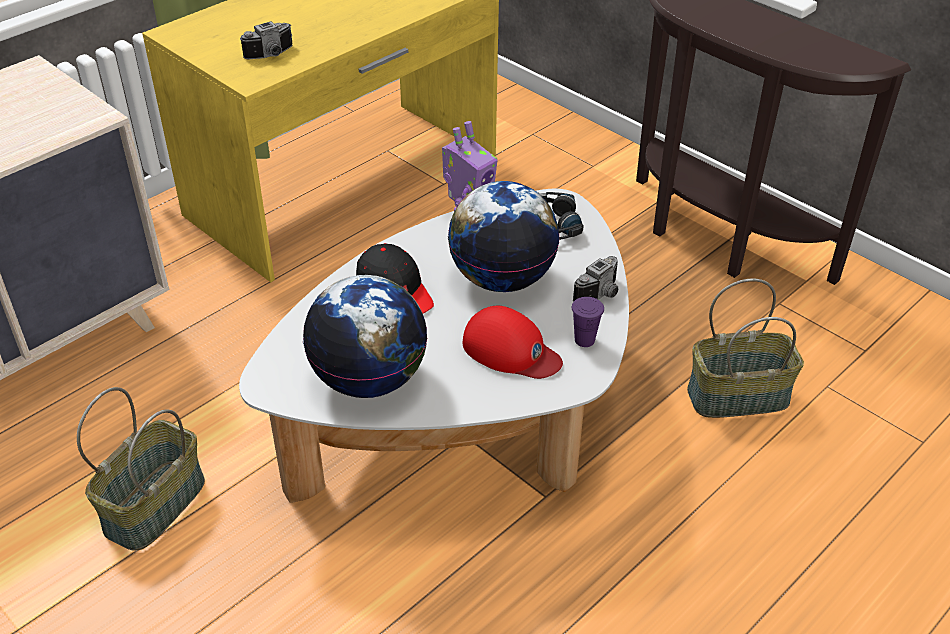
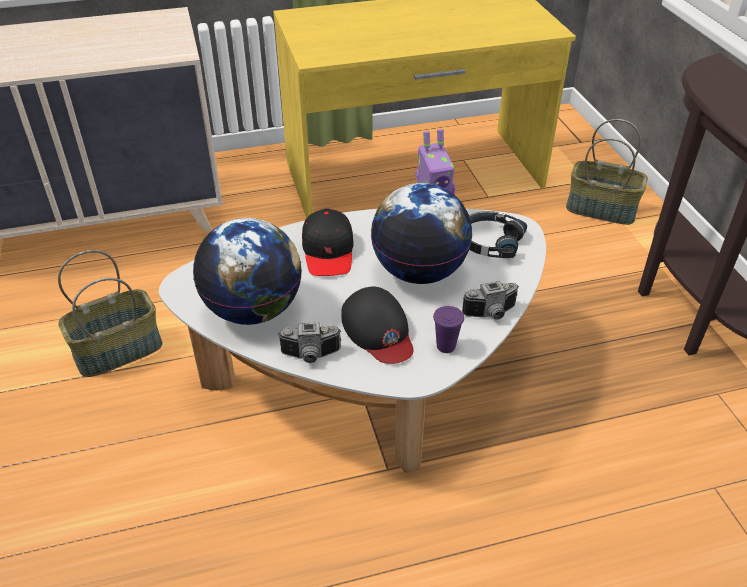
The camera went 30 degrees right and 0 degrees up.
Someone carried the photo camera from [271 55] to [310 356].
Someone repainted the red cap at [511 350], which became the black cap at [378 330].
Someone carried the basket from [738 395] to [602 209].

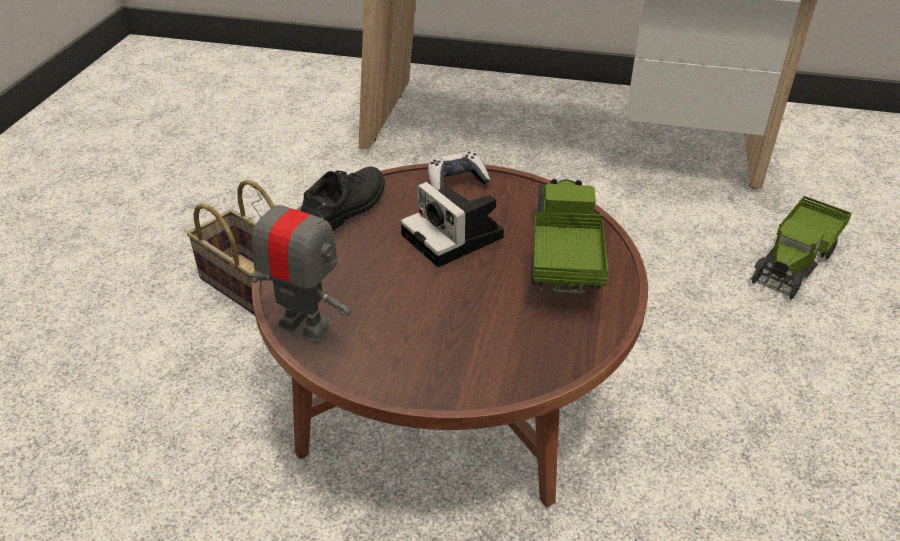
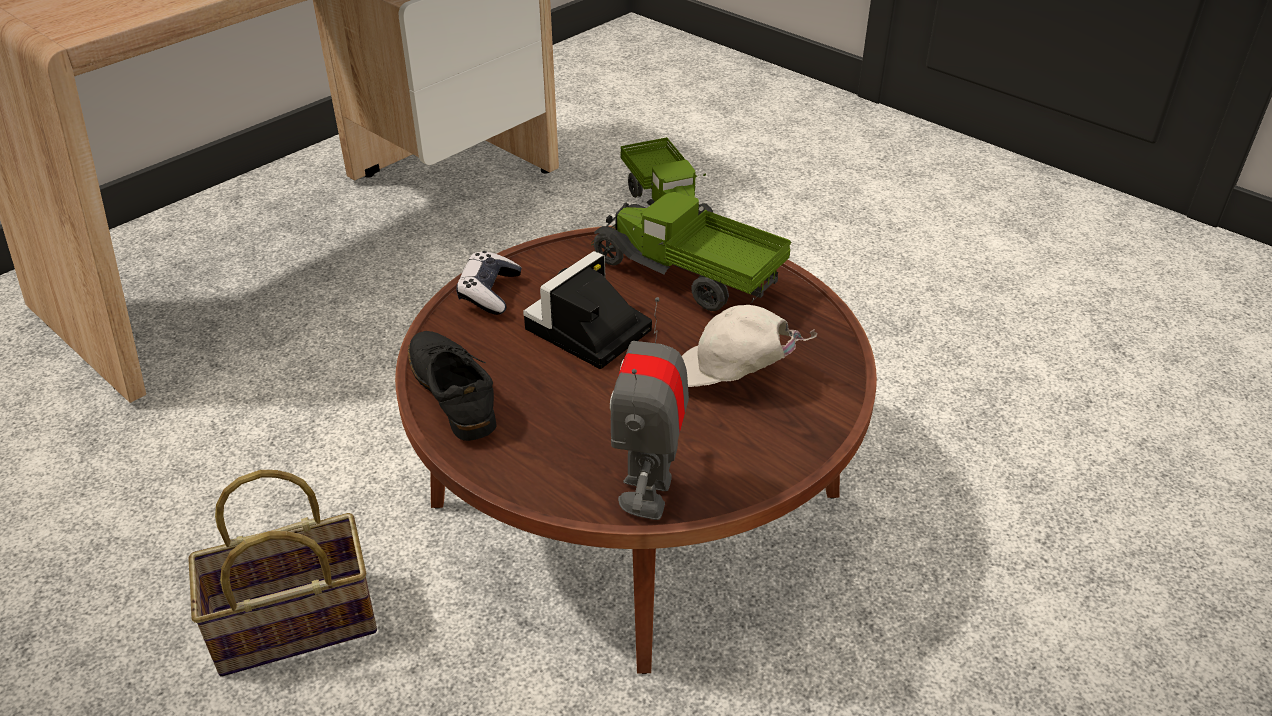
The camera went 60 degrees left and 0 degrees up.
Someone rotated the toy robot at [305 325] by 45 degrees counterclockwise.
Someone rotated the photo camera at [455 237] by 135 degrees clockwise.
Someone put down the white cap at [732 378].

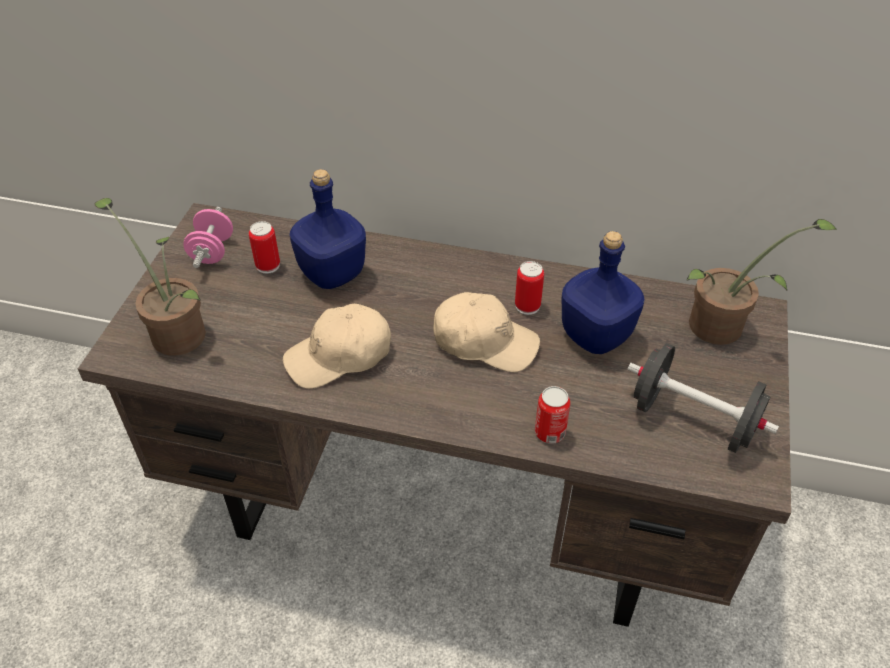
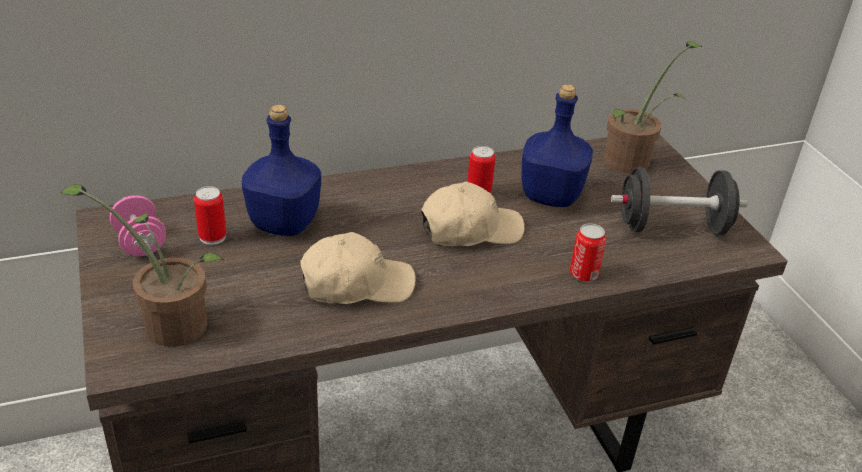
The camera went 35 degrees left and 10 degrees down.
Someone rotated the beige cap at [339 356] by 135 degrees counterclockwise.

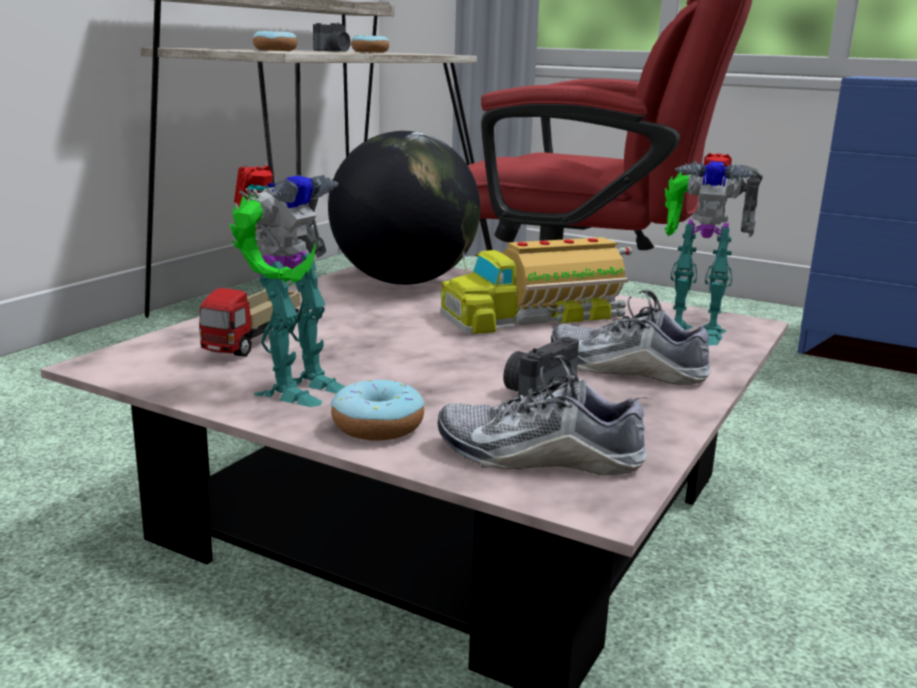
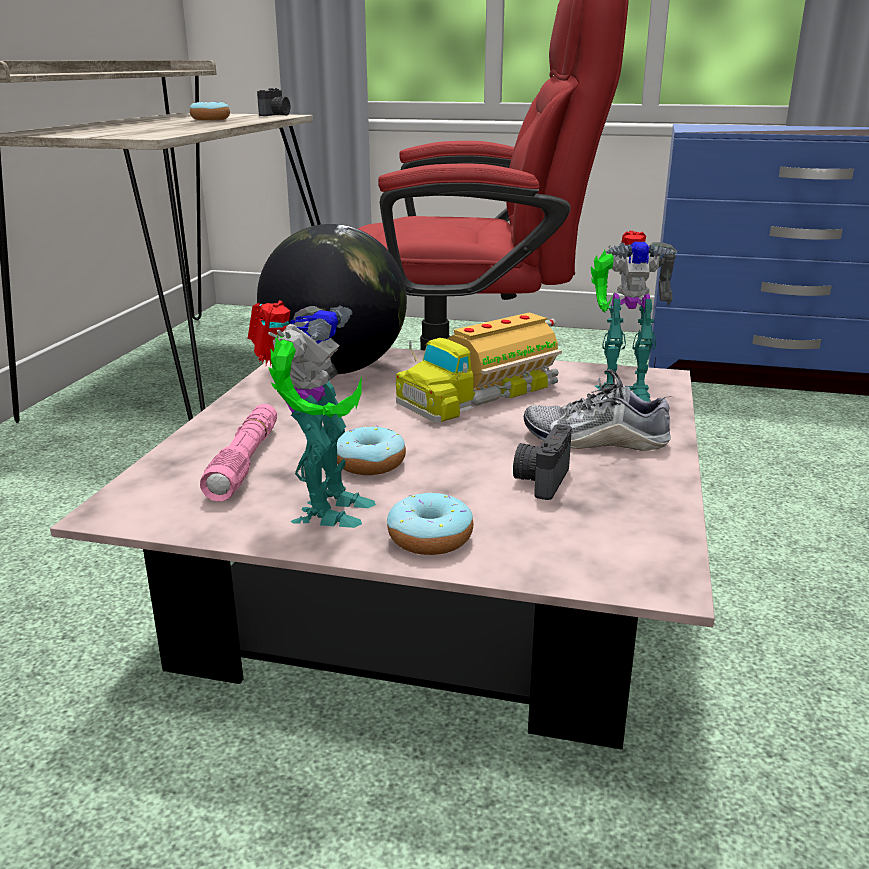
The camera went 15 degrees left and 5 degrees up.
Someone swapped the toy truck at [253 342] for the pink flashlight at [245 462].
Someone carried the donut from [275 50] to [370 463].
Someone carried the photo camera from [334 51] to [276 115].
Someone took away the shoe at [538 456].

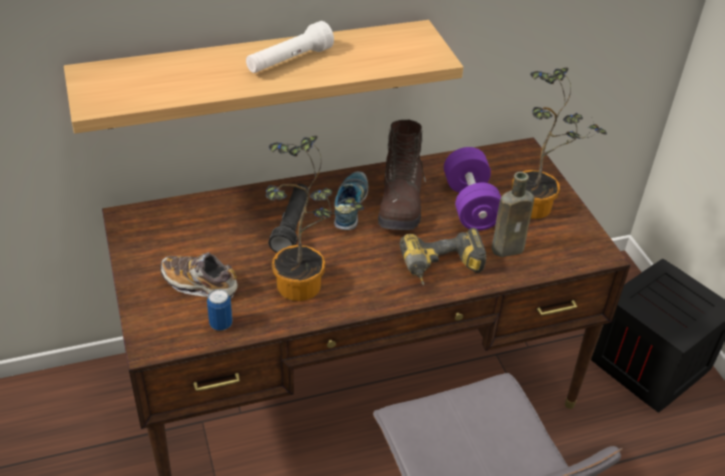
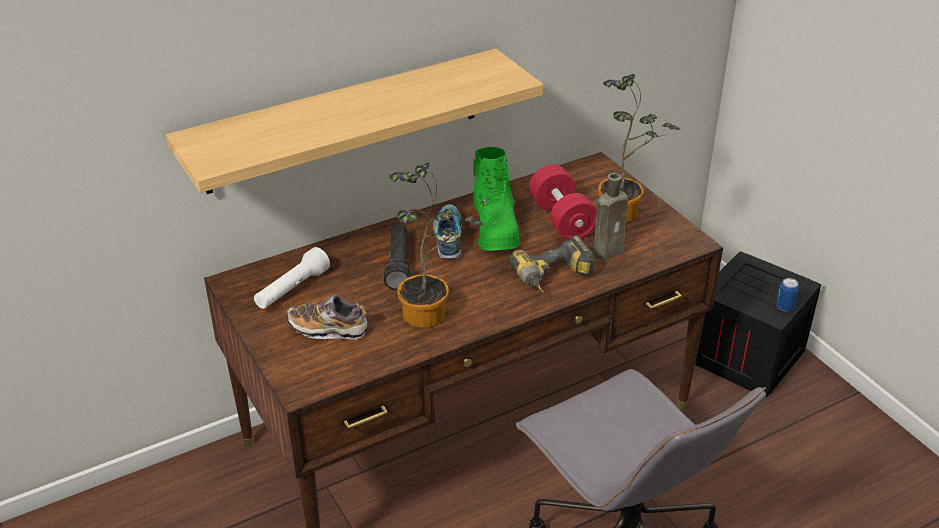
The camera went 10 degrees left and 5 degrees down.
Someone carried the can from [221 324] to [784 307].
Someone carried the white flashlight from [289 61] to [292 289].
Someone repainted the brown boot at [400 203], which became the green boot at [495 228].
Someone repainted the purple dumbbell at [470 205], which became the red dumbbell at [561 219].

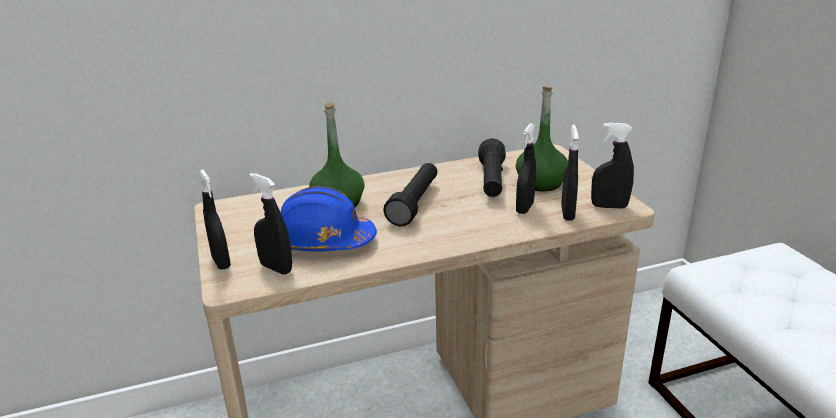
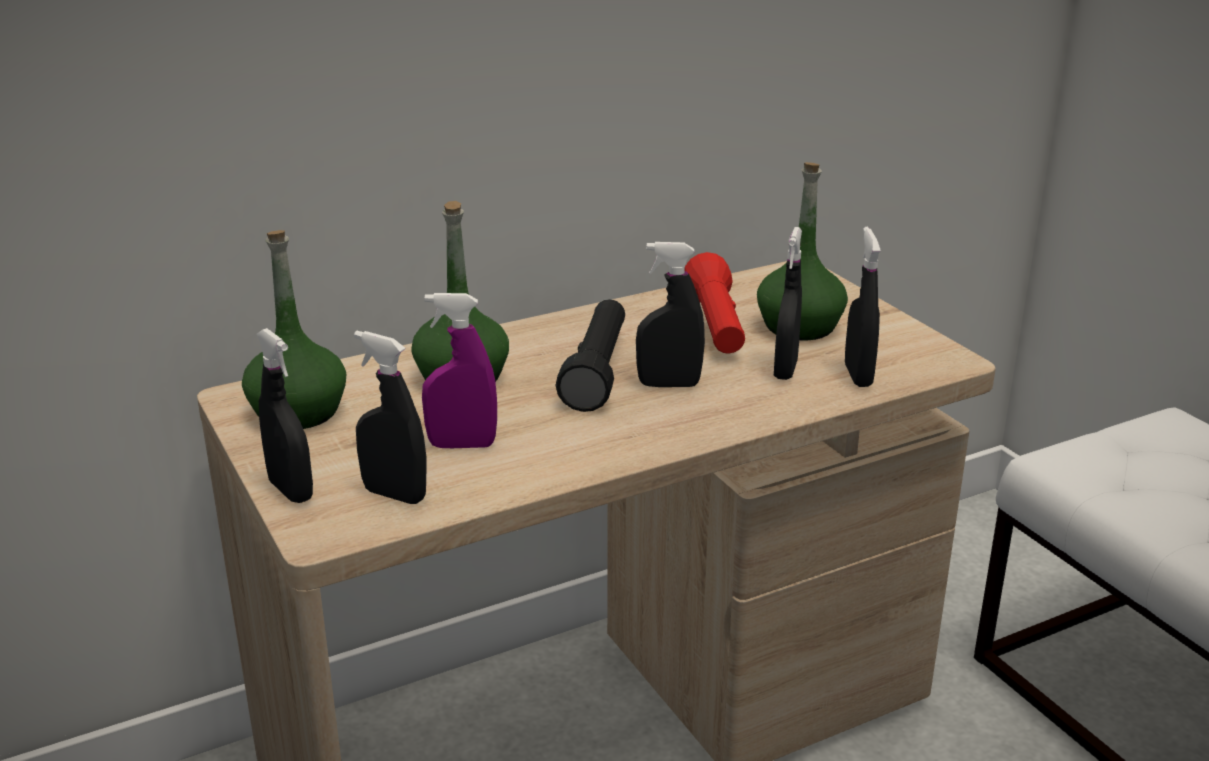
The camera went 10 degrees left and 0 degrees up.
Someone swapped the blue hard hat at [324 241] for the purple spray bottle at [462 445].
Someone repainted the black flashlight at [492 181], which became the red flashlight at [716 327].
Someone carried the black spray bottle from [609 206] to [669 384].
Someone put down the green bottle at [298 412].

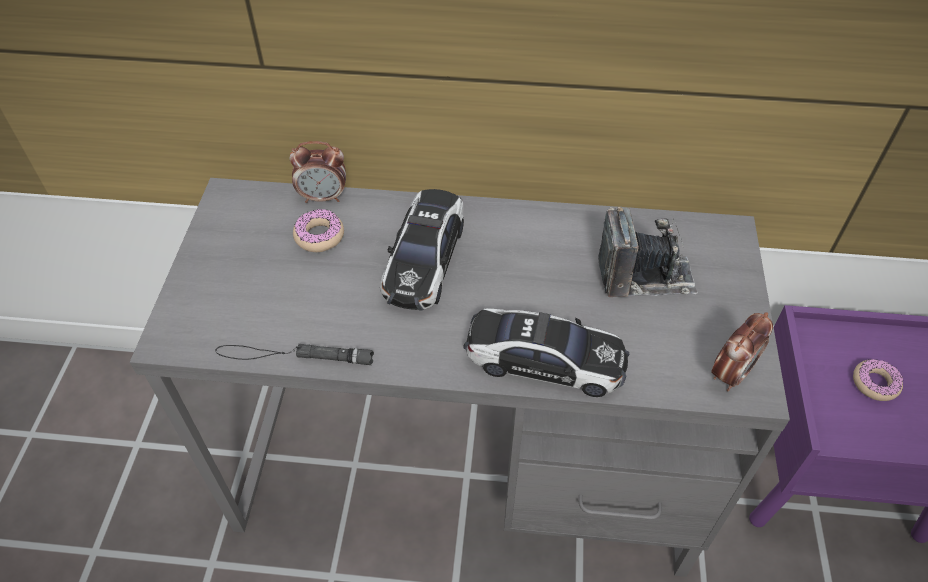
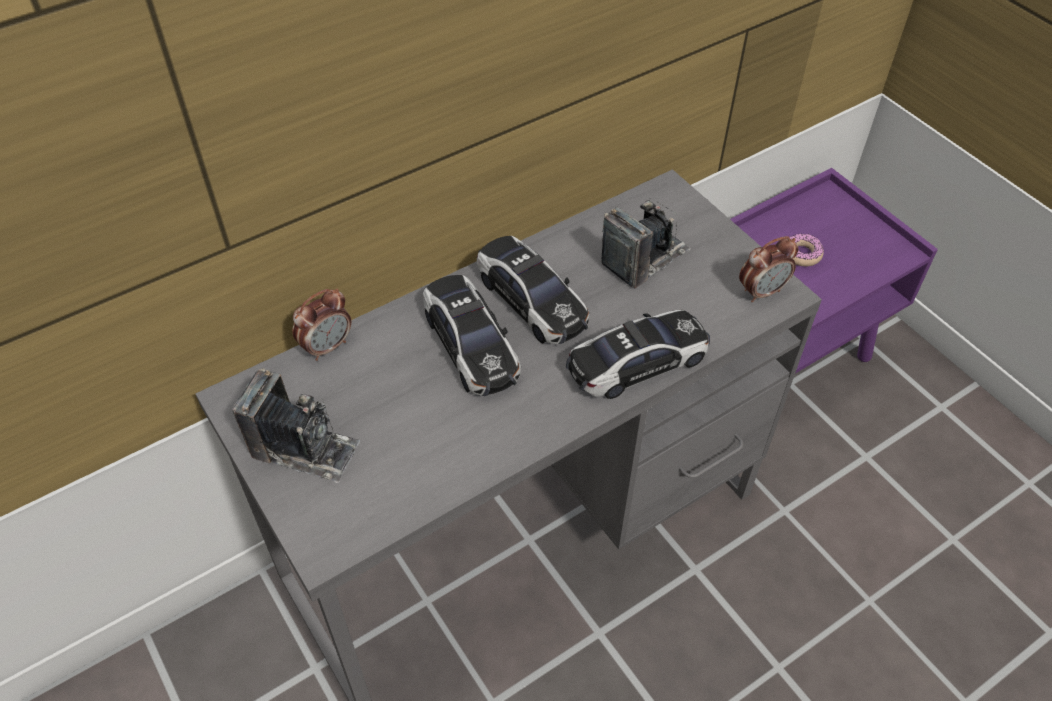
The camera went 40 degrees left and 0 degrees up.
Someone took away the black flashlight at [294 356].
Someone took away the donut at [319 236].
Someone rotated the alarm clock at [731 373] by 60 degrees clockwise.
Someone put down the photo camera at [304 448].
Someone put down the toy car at [531 300].

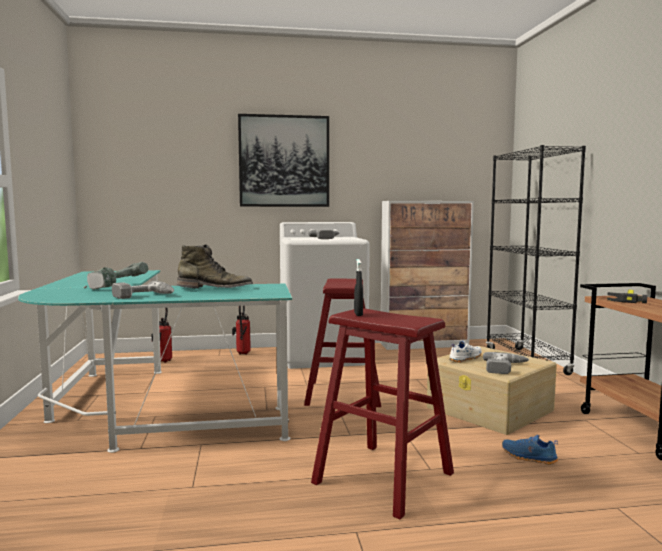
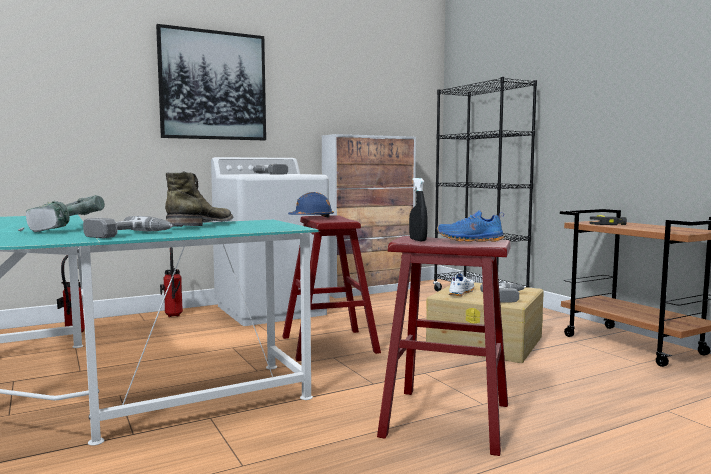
The camera went 20 degrees left and 0 degrees up.
Someone rotated the green boot at [215 288] by 45 degrees counterclockwise.
Someone carried the blue shoe from [528 458] to [470 240].
Someone put down the blue hard hat at [312 218].

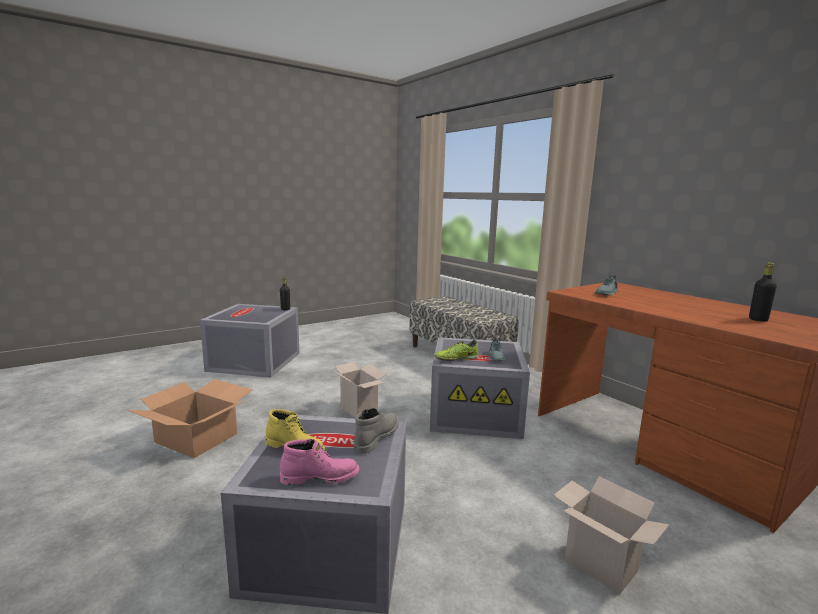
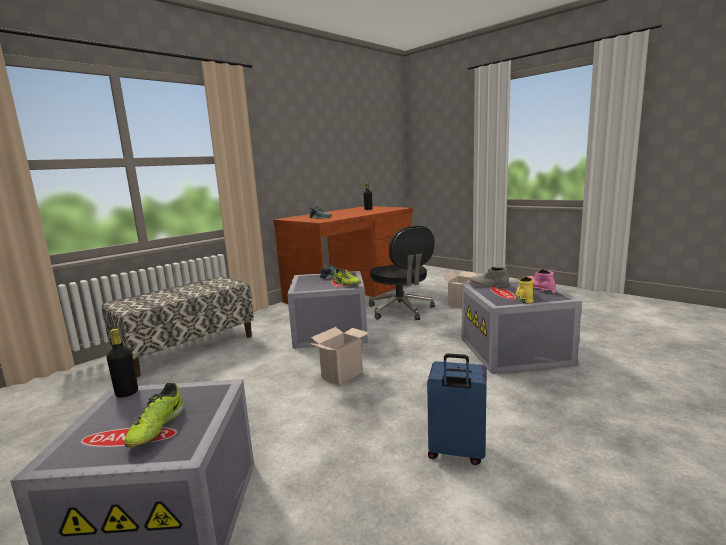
The camera went 100 degrees left and 0 degrees up.
Someone swapped the cardboard box at [197 437] for the blue suitcase at [456 452].
Someone put down the shoe at [156 428].
Someone put down the black office chair at [401 310].

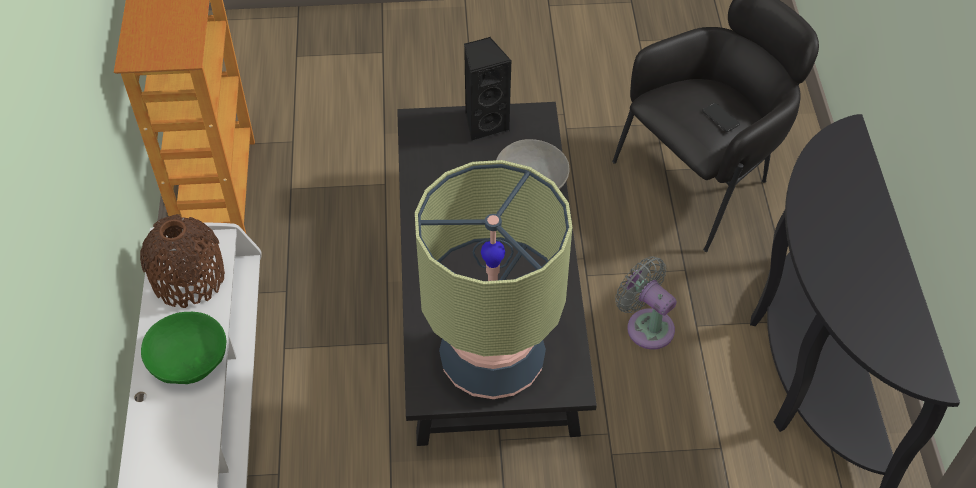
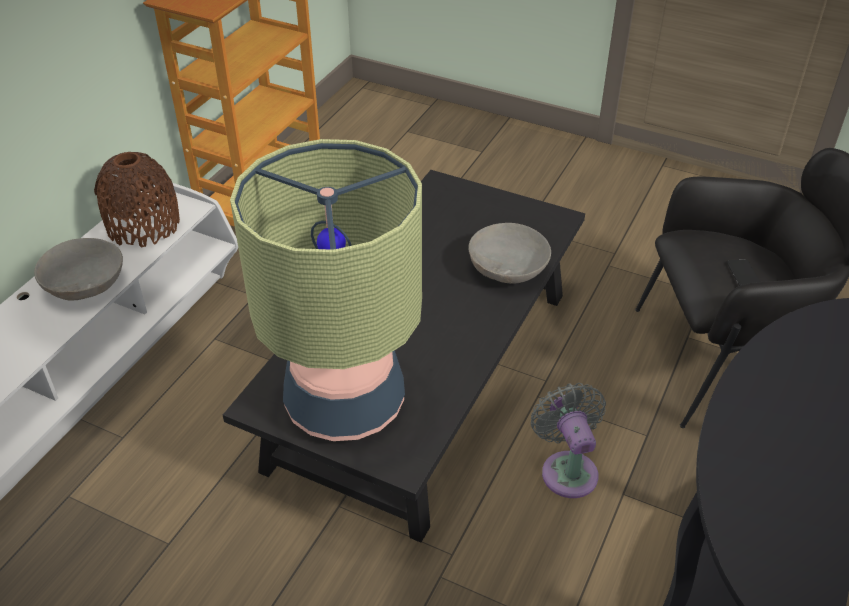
The camera went 30 degrees right and 10 degrees down.
Someone repainted the green bowl at [189 359], which became the grey bowl at [85 284].
Someone took away the black speaker at [485 124].

